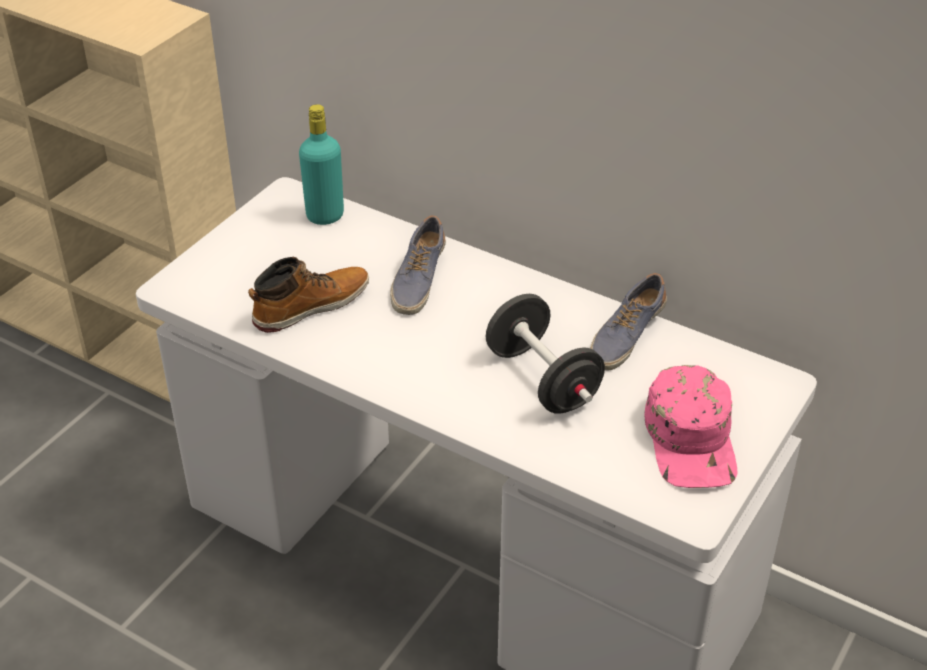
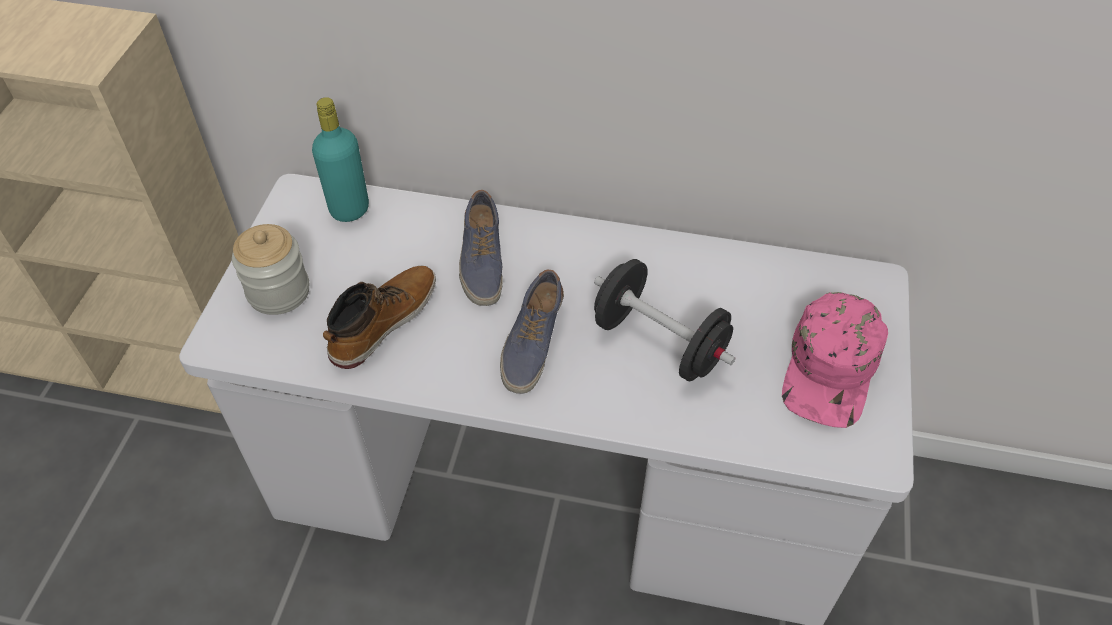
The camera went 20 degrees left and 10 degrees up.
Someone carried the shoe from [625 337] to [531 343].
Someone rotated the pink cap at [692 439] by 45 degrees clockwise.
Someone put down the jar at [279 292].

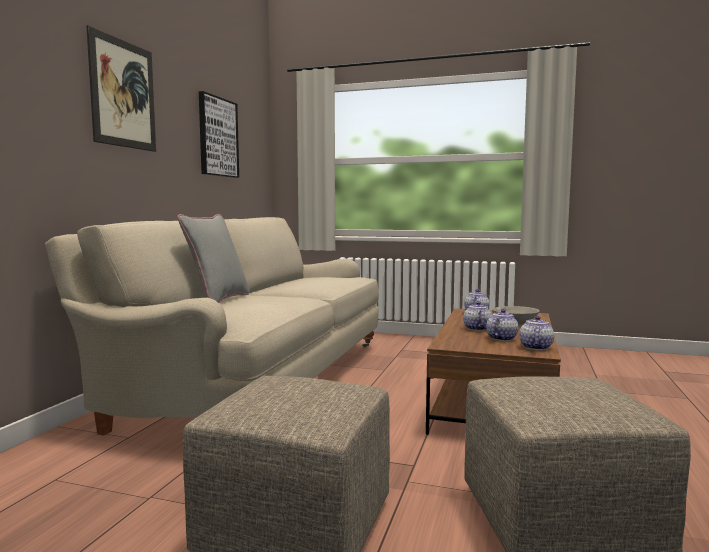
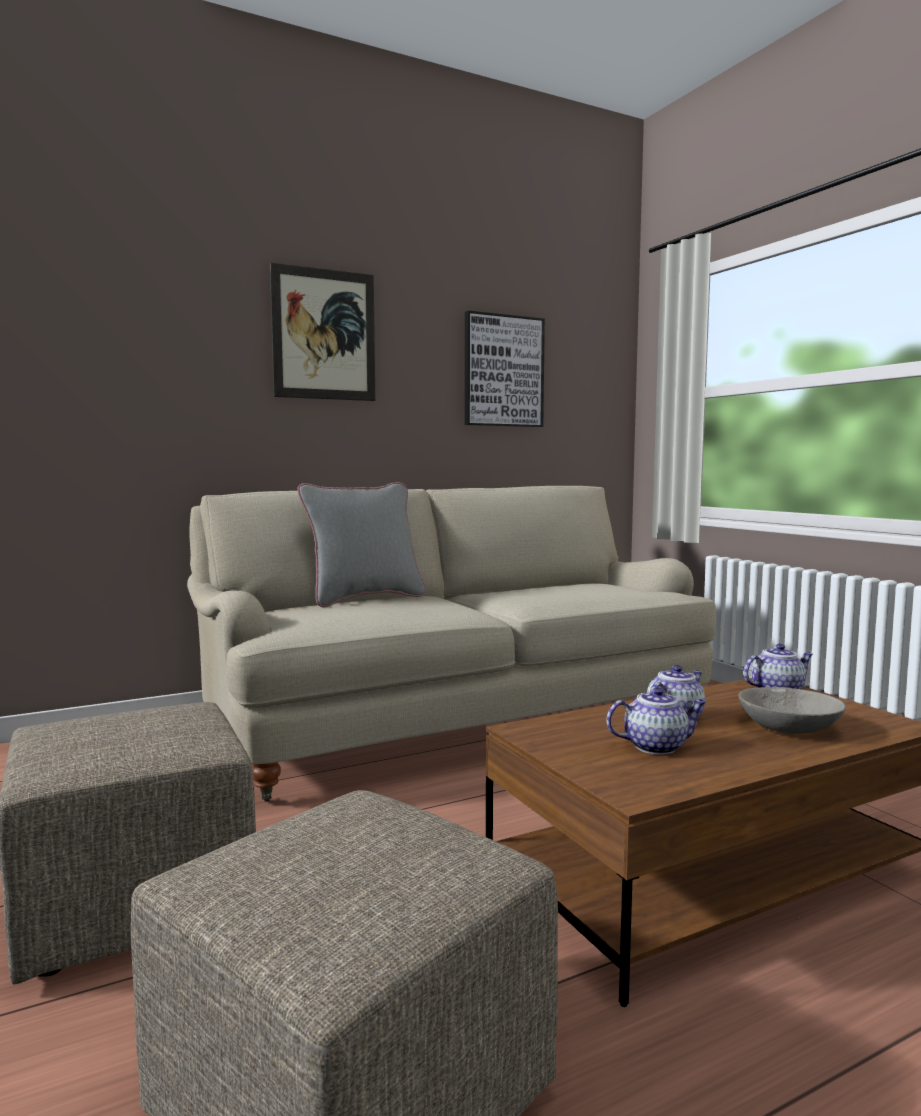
The camera went 45 degrees right and 0 degrees up.
Someone took away the teapot at [535 347].

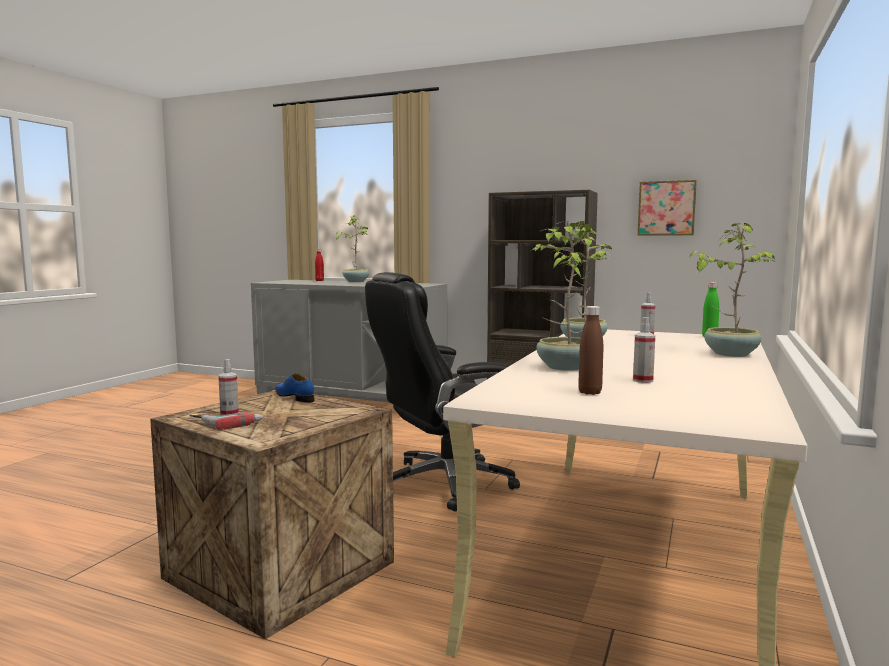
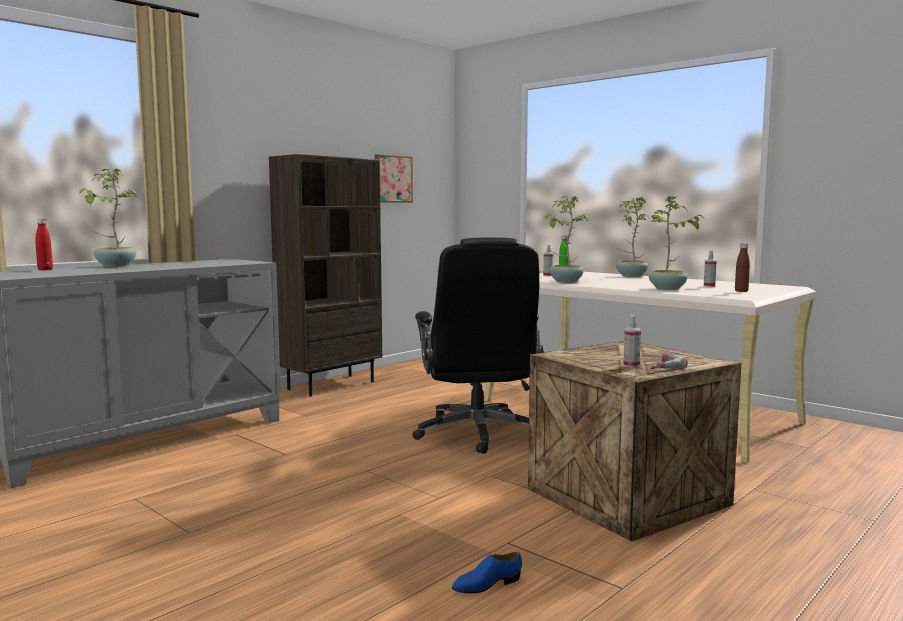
The camera went 70 degrees left and 0 degrees up.
Someone carried the blue shoe from [294 397] to [487 584].

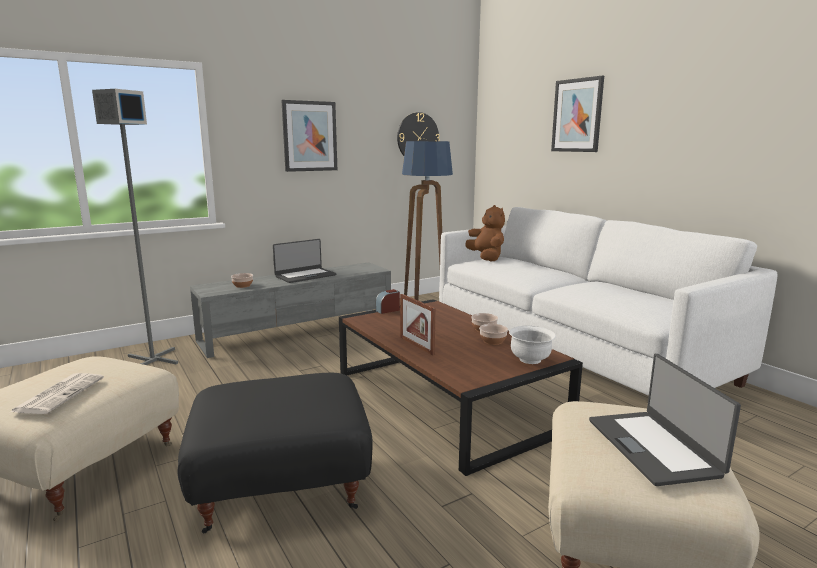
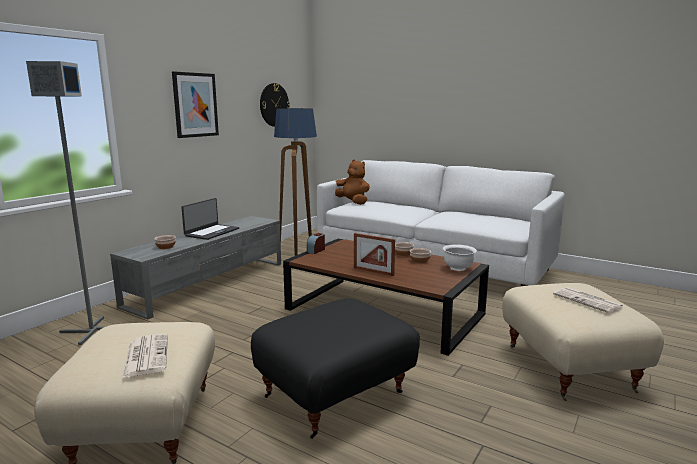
The camera went 25 degrees left and 0 degrees up.
Someone took away the picture at [577 115].
Someone swapped the laptop at [653 447] for the newspaper at [588 301].

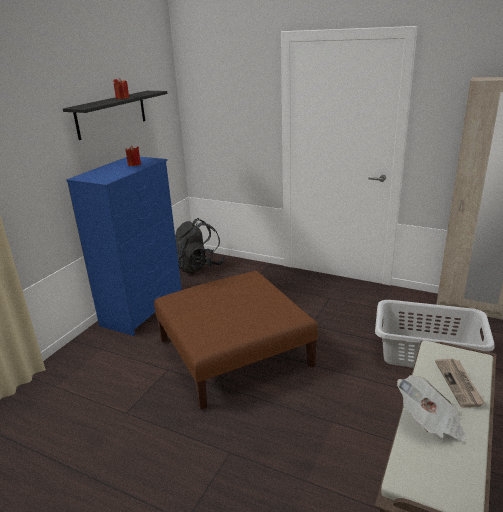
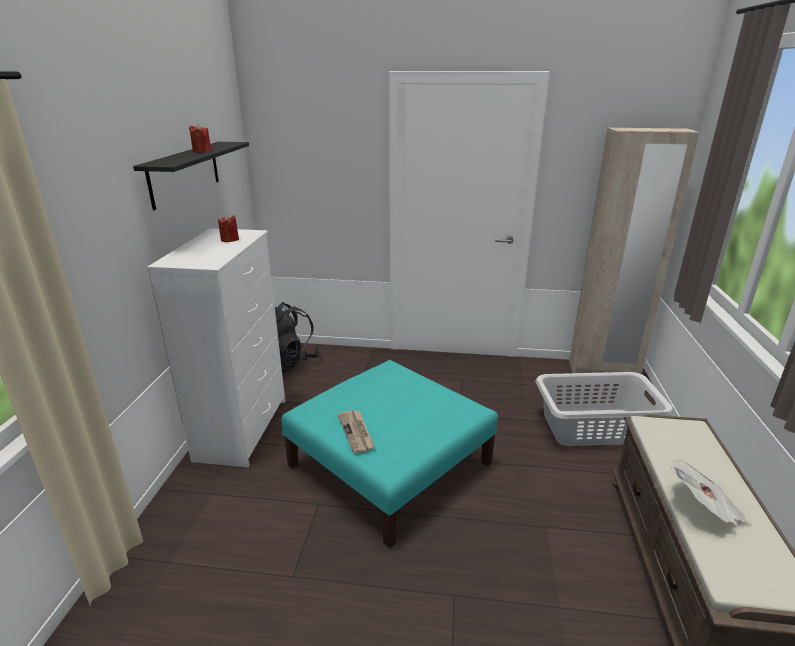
The camera went 20 degrees left and 0 degrees up.
Someone repainted the blue dresser at [144 309], which became the white dresser at [243 428].
Someone repainted the brown ottoman at [234 352], which became the turquoise ottoman at [390 464].
Someone carried the newspaper from [459 384] to [356 432].

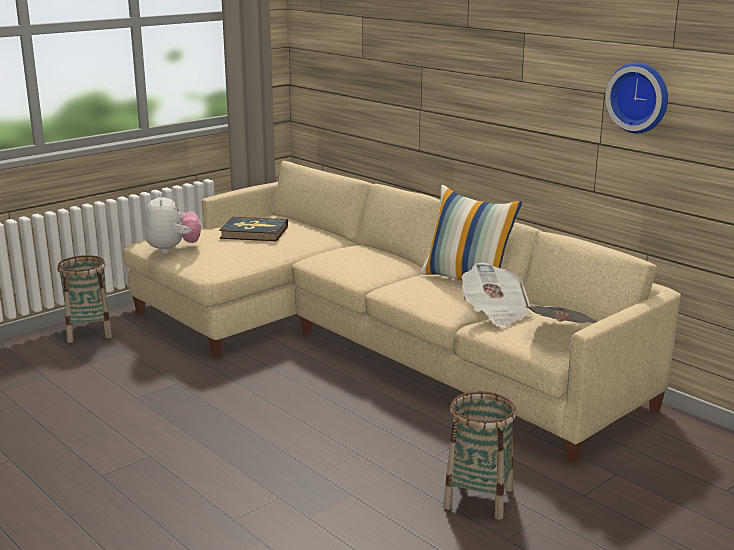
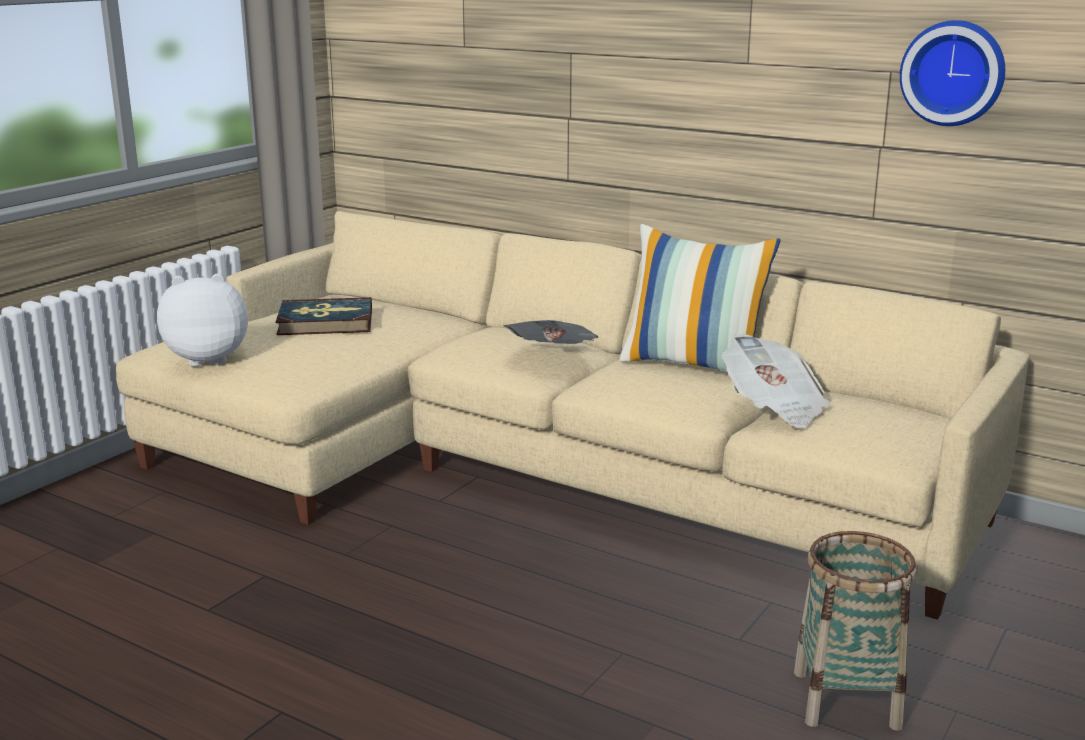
The camera went 15 degrees left and 0 degrees up.
Someone took away the basket at [89 332].
Someone rotated the plush toy at [173 249] by 75 degrees counterclockwise.
Someone carried the newspaper from [560 333] to [553 357].

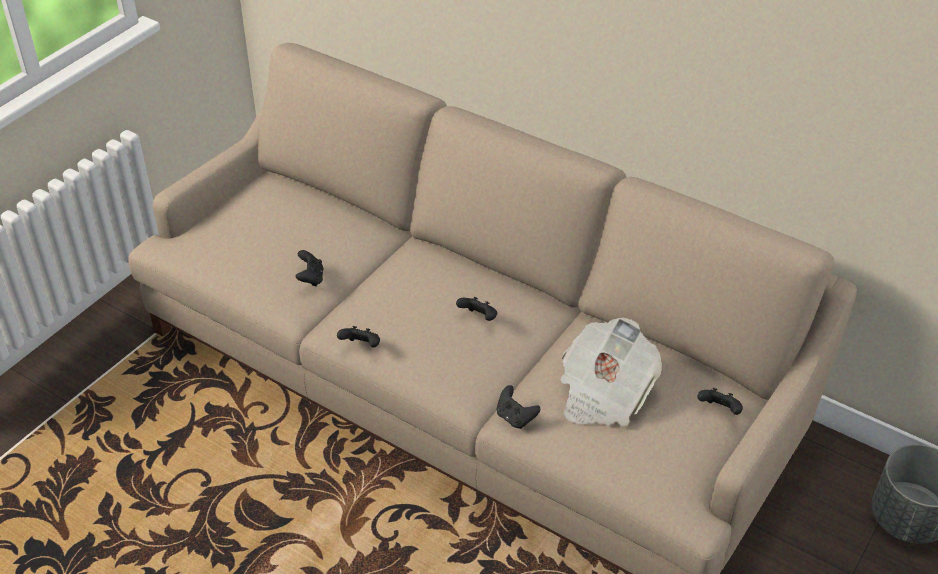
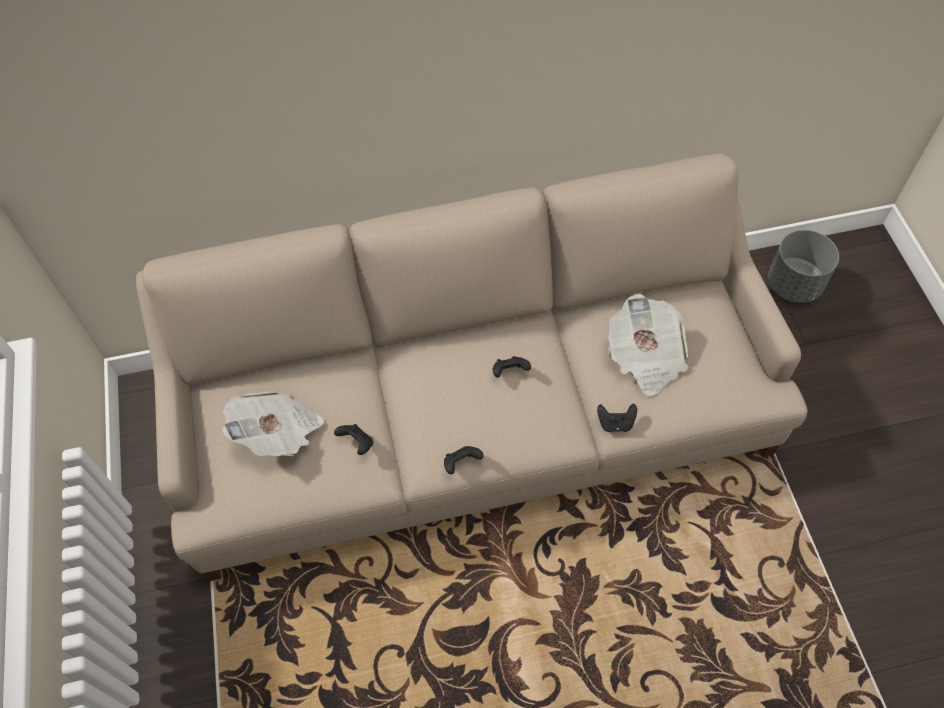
The camera went 45 degrees left and 15 degrees up.
Someone took away the black game controller at [719 410].
Someone put down the newspaper at [278 433].

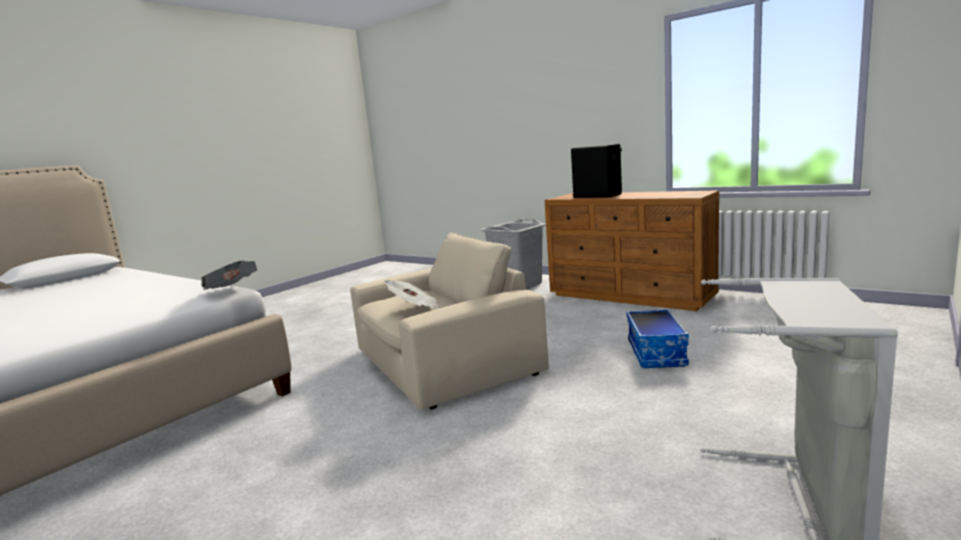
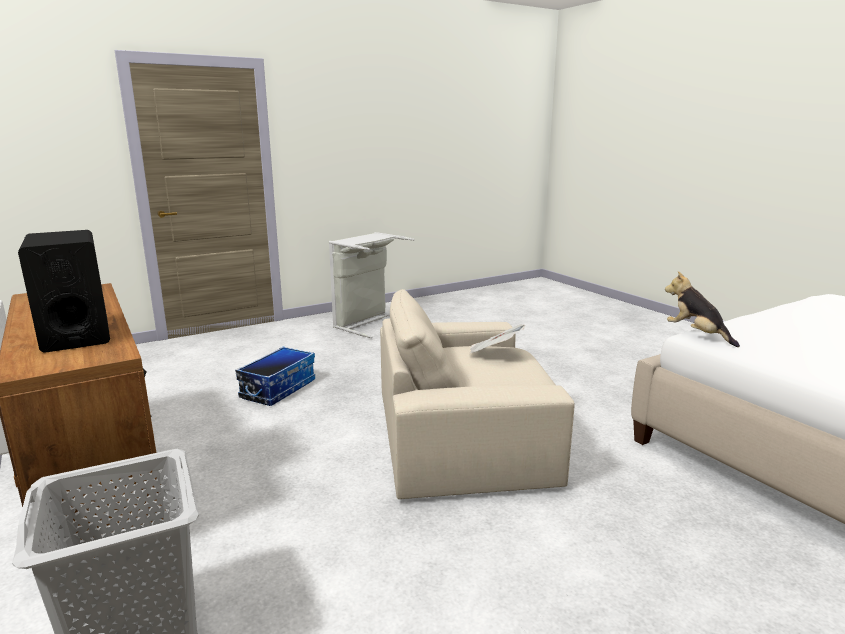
The camera went 160 degrees left and 5 degrees up.
Someone swapped the newspaper at [232 290] for the plush toy at [696 335].

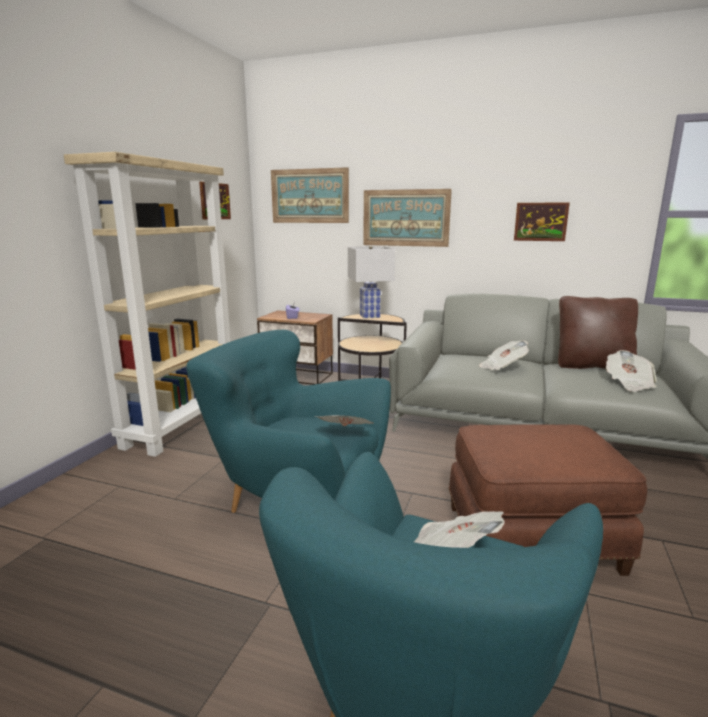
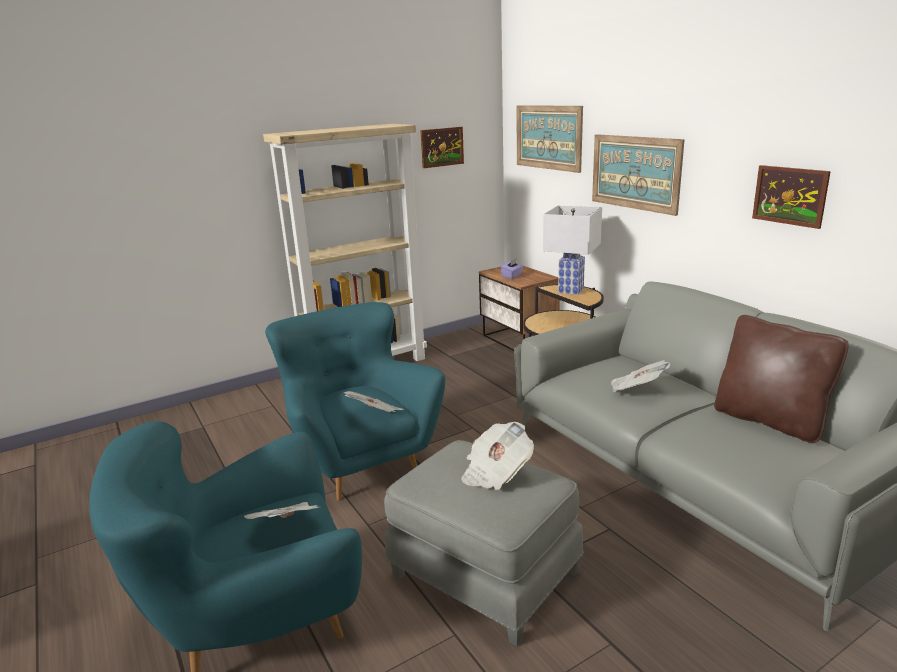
The camera went 40 degrees right and 5 degrees up.
Someone repainted the brown ottoman at [531 540], which became the grey ottoman at [483 575].
Someone carried the newspaper from [628 383] to [495 472].

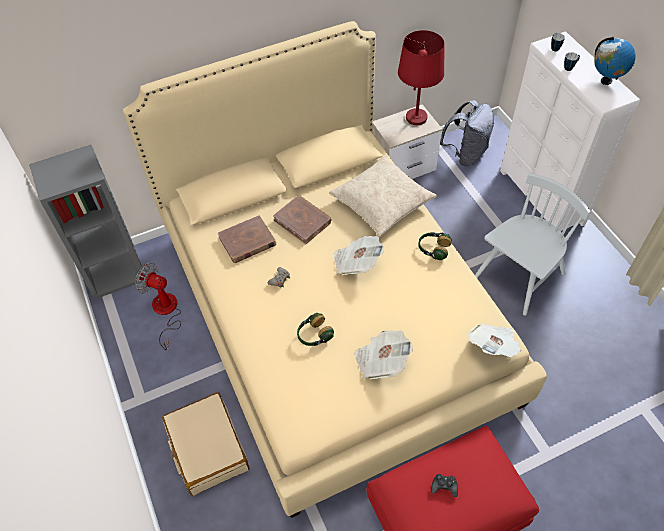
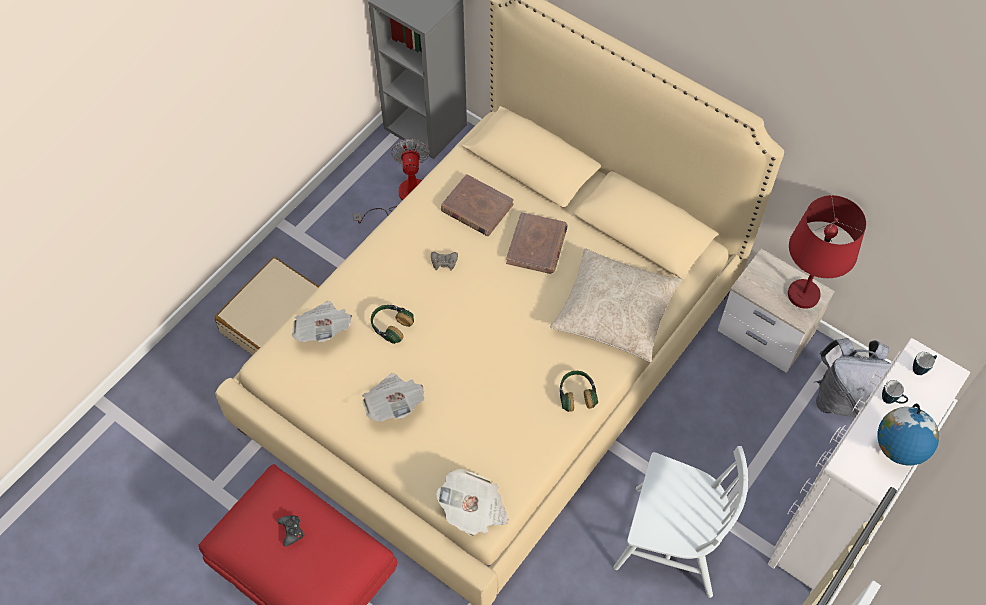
The camera went 60 degrees right and 5 degrees up.
Someone carried the newspaper from [356 263] to [323 330].

